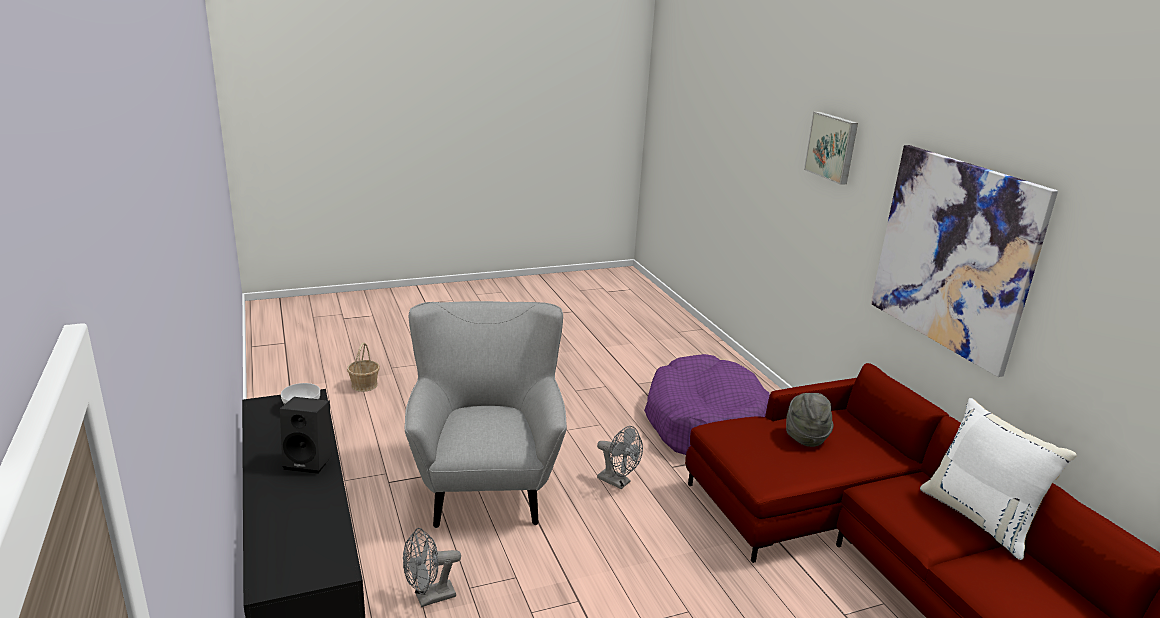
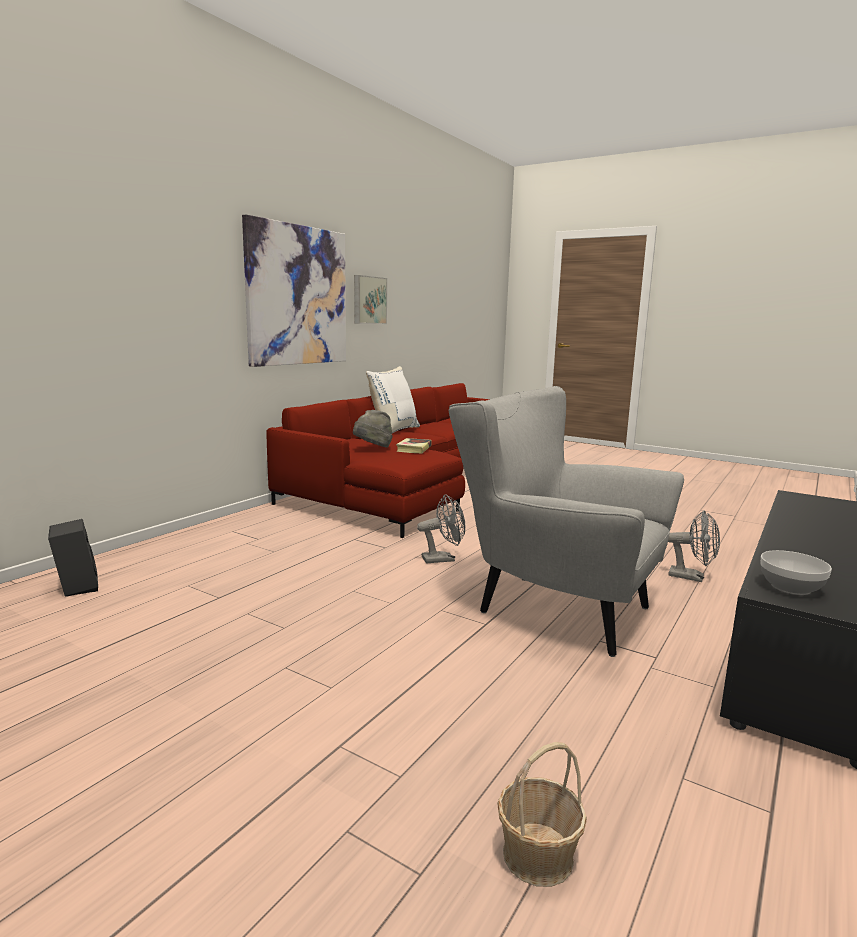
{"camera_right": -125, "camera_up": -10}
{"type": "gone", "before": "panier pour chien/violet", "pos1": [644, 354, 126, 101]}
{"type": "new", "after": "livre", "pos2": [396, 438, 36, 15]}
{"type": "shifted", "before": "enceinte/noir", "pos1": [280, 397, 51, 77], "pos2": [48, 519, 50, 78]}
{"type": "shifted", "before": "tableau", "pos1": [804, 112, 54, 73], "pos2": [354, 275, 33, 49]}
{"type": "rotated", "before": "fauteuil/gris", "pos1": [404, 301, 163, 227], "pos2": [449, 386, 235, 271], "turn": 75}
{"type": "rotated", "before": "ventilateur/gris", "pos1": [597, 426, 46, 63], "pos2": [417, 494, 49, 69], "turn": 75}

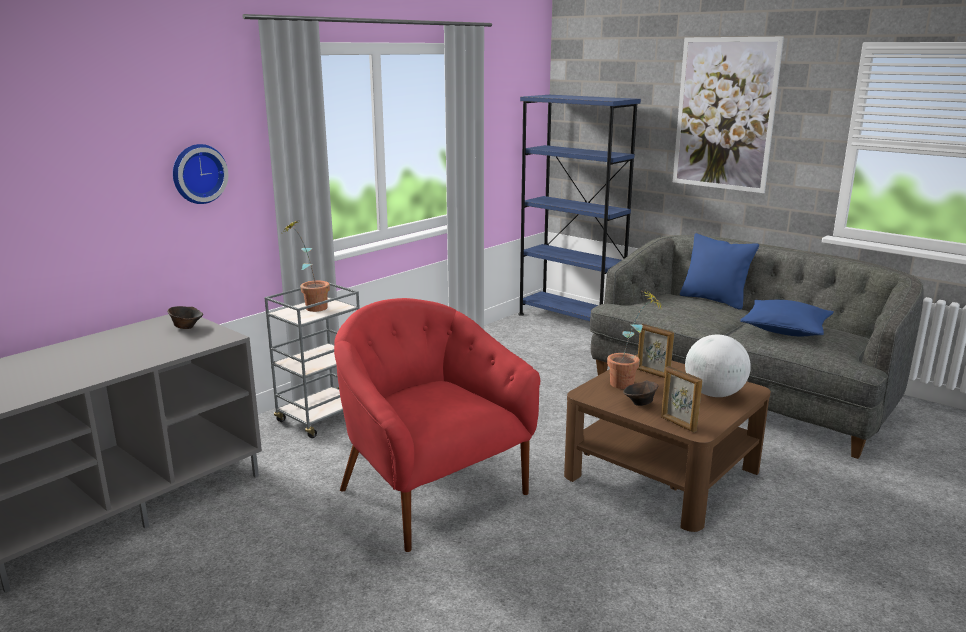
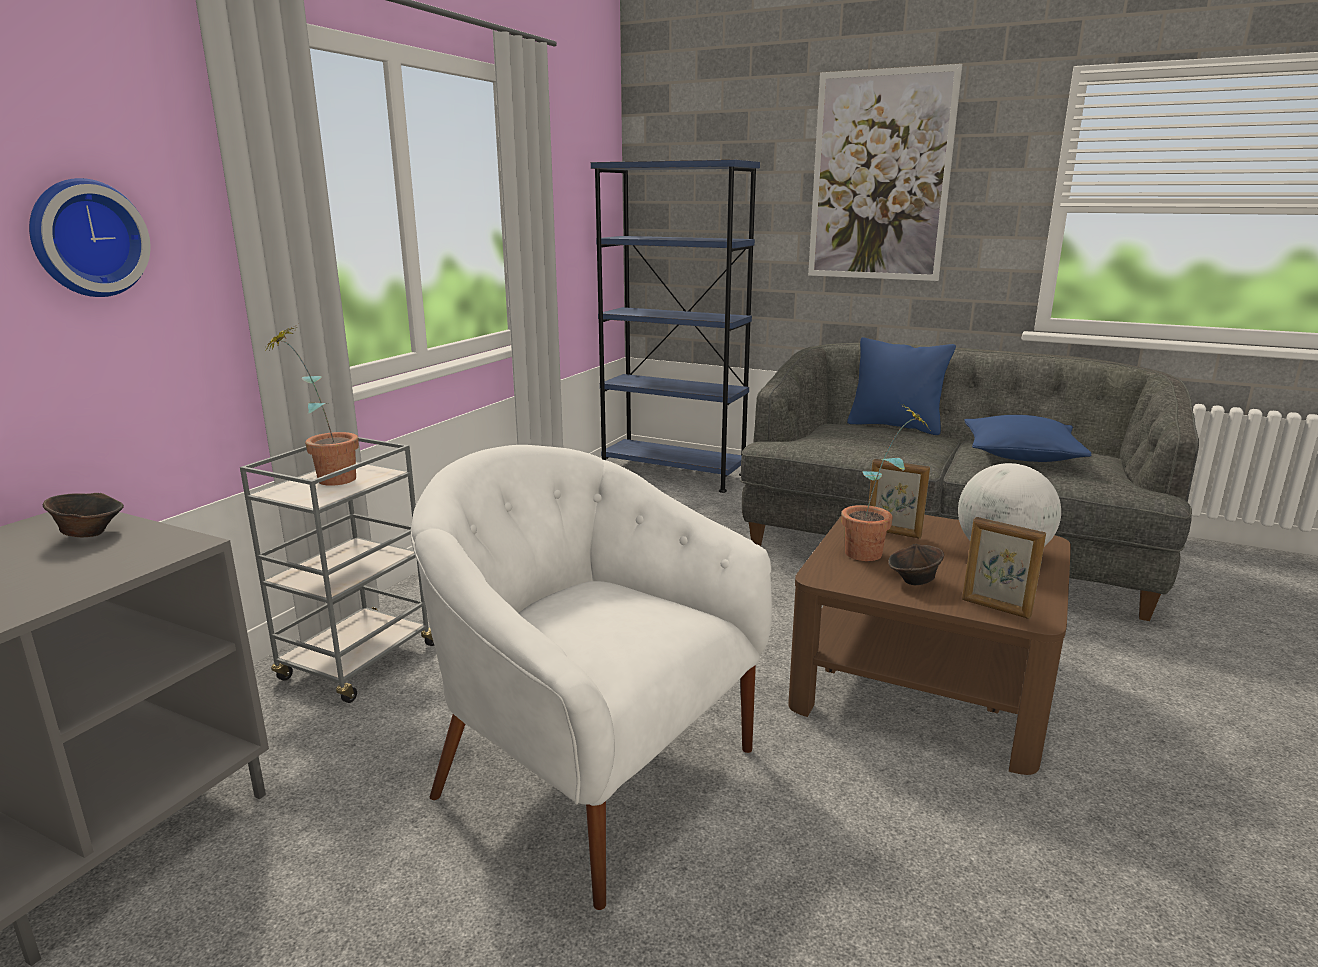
{"camera_right": -15, "camera_up": 0}
{"type": "repainted", "before": "fauteuil/rouge", "after": "fauteuil/blanc", "pos1": [334, 298, 206, 254], "pos2": [411, 445, 361, 465]}

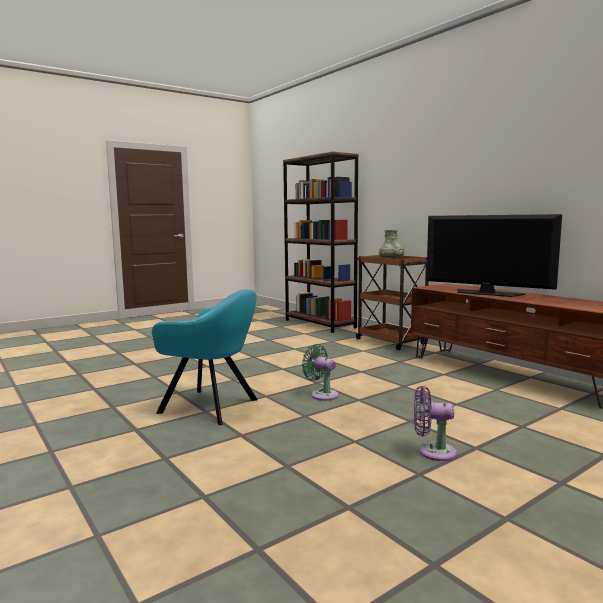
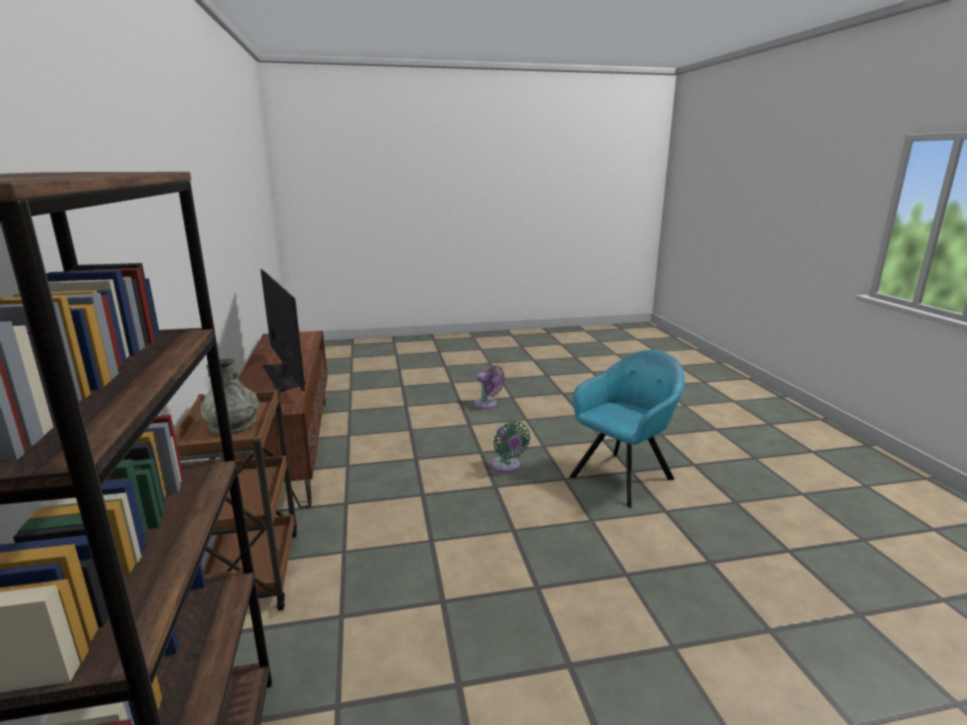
{"camera_right": -155, "camera_up": 10}
{"type": "rotated", "before": "fauteuil/turquoise", "pos1": [152, 289, 106, 136], "pos2": [569, 350, 116, 158], "turn": 90}

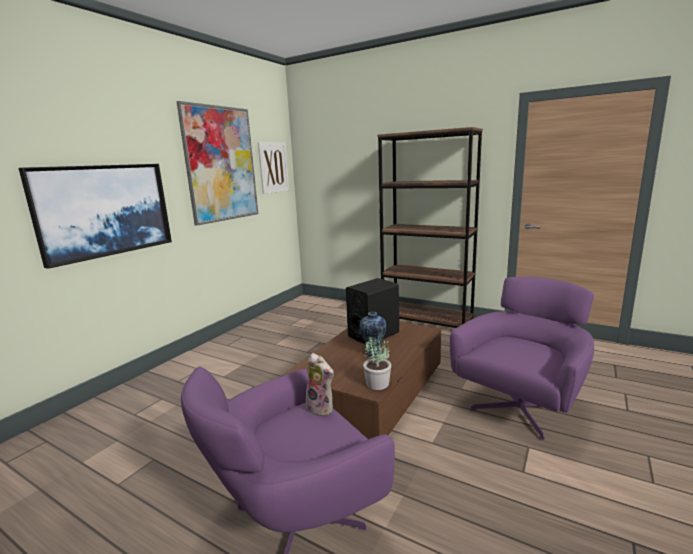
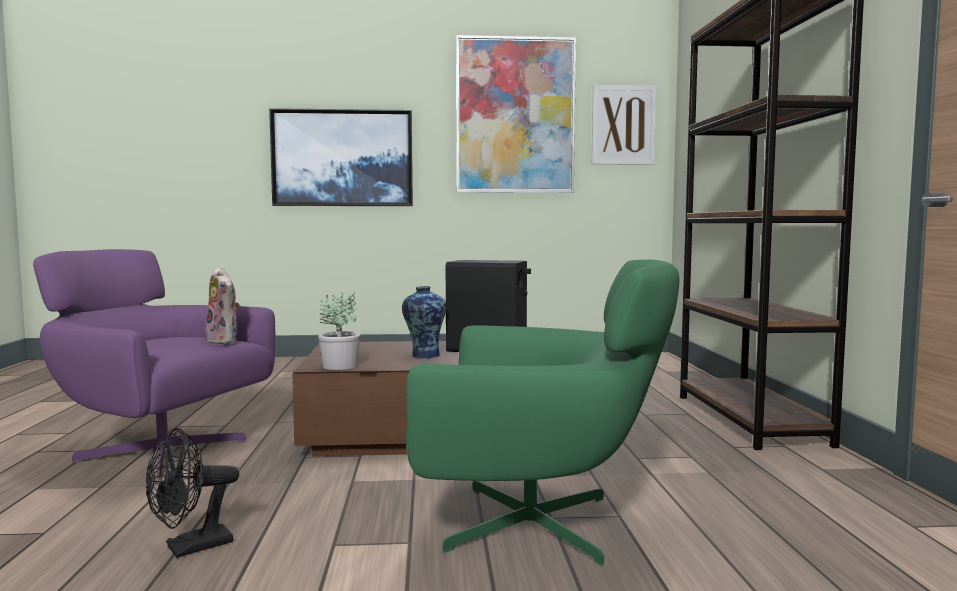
{"camera_right": 55, "camera_up": -10}
{"type": "new", "after": "ventilateur/noir", "pos2": [146, 428, 93, 130]}
{"type": "repainted", "before": "fauteuil/violet", "after": "fauteuil/vert", "pos1": [450, 277, 144, 164], "pos2": [406, 259, 273, 307]}
{"type": "rotated", "before": "peluche", "pos1": [306, 353, 28, 63], "pos2": [205, 267, 35, 78], "turn": -45}

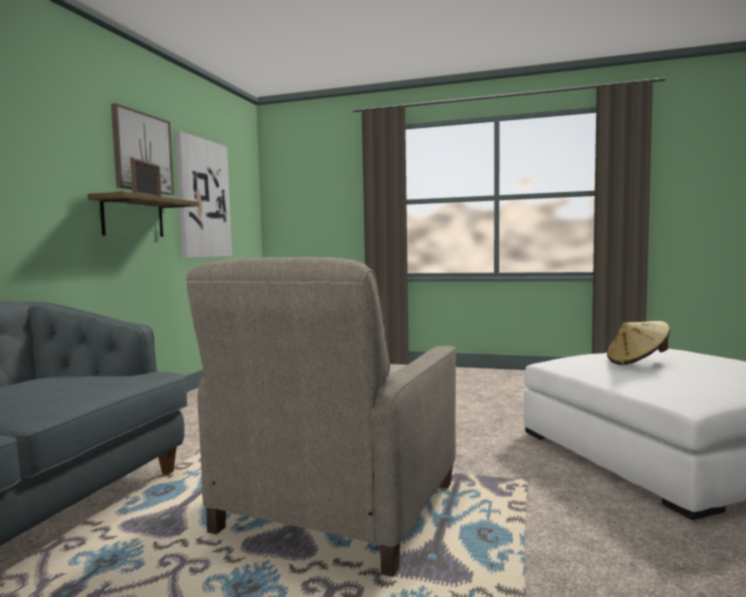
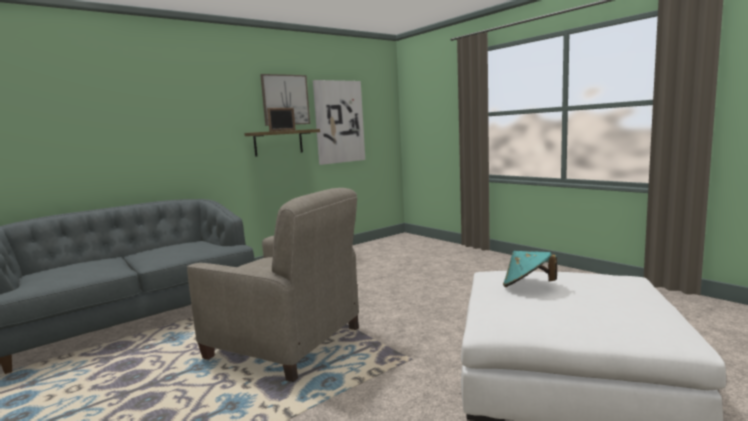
{"camera_right": 35, "camera_up": 5}
{"type": "repainted", "before": "chapeau/beige", "after": "chapeau/turquoise", "pos1": [607, 321, 64, 44], "pos2": [503, 251, 54, 36]}
{"type": "rotated", "before": "fauteuil/beige", "pos1": [186, 257, 270, 320], "pos2": [187, 188, 172, 194], "turn": -120}

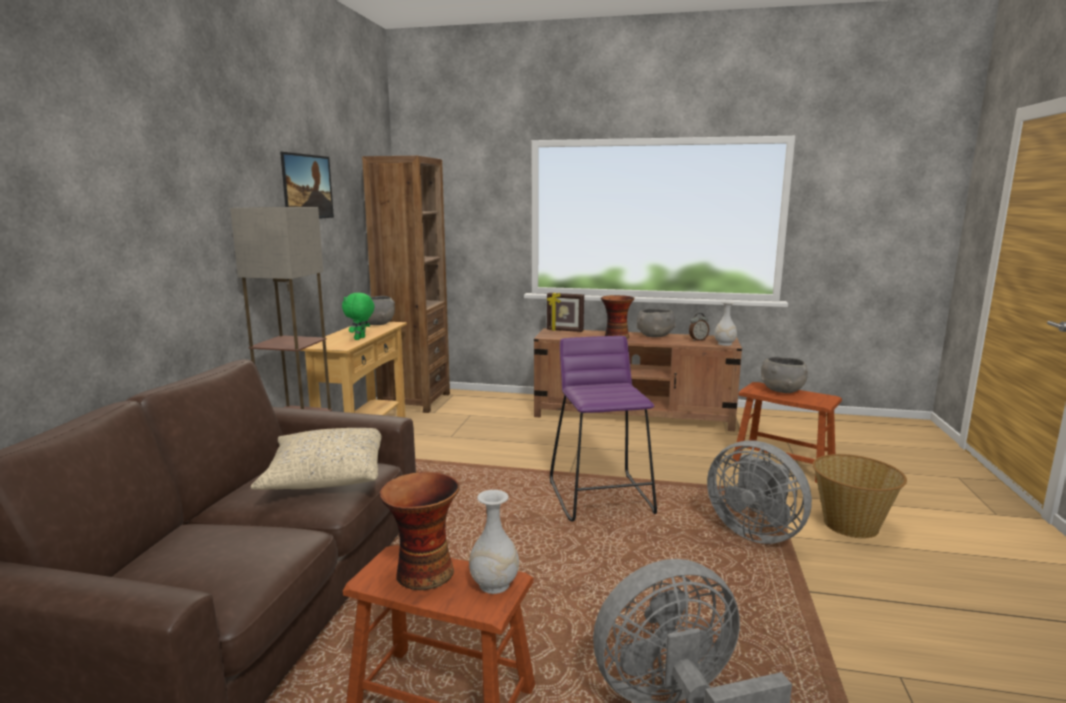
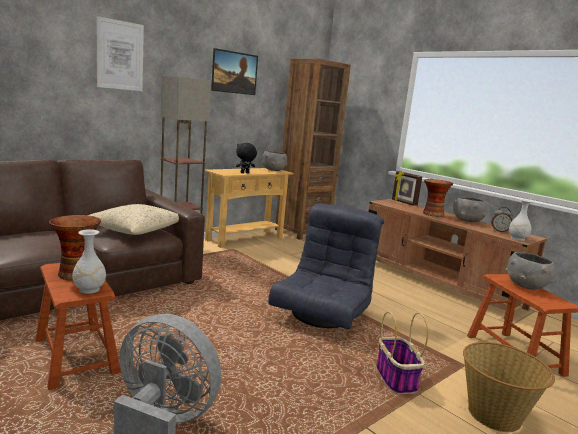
{"camera_right": 35, "camera_up": 0}
{"type": "new", "after": "tableau", "pos2": [97, 16, 47, 75]}
{"type": "swapped", "before": "tabouret/violet", "after": "fauteuil/gris", "pos1": [550, 336, 107, 186], "pos2": [268, 204, 116, 125]}
{"type": "swapped", "before": "ventilateur/gris", "after": "panier", "pos1": [707, 440, 105, 104], "pos2": [376, 311, 52, 83]}
{"type": "repainted", "before": "peluche/vert", "after": "peluche/noir", "pos1": [342, 293, 33, 47], "pos2": [236, 143, 21, 30]}

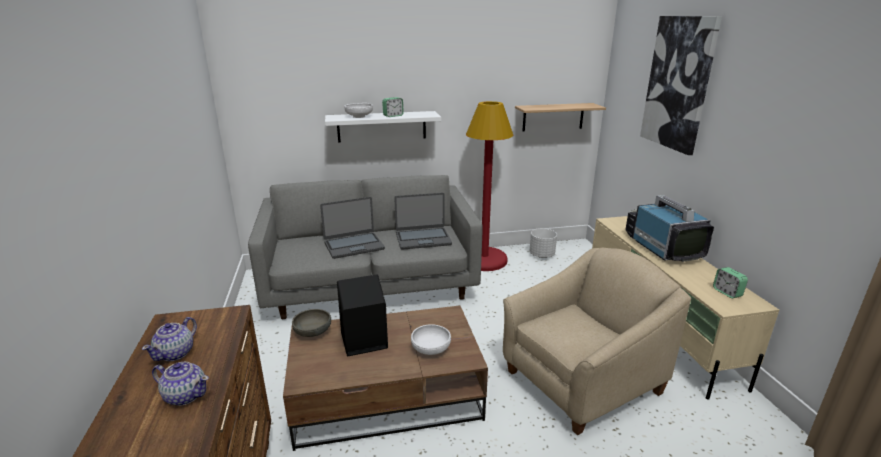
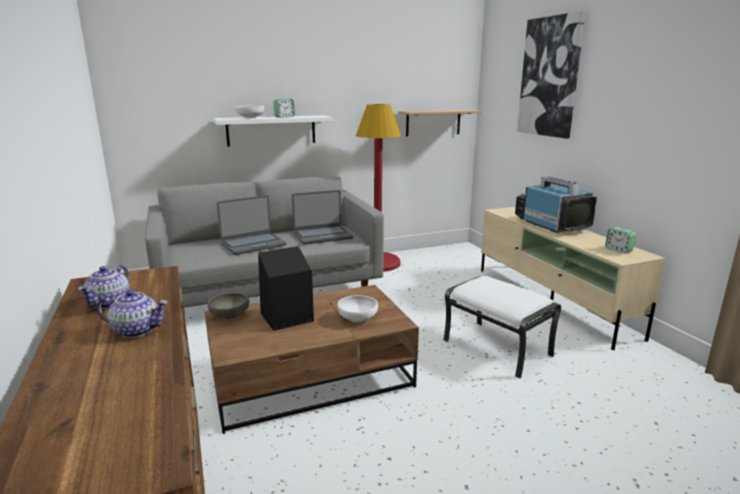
{"camera_right": -10, "camera_up": -5}
{"type": "gone", "before": "cache-pot/blanc", "pos1": [530, 228, 27, 30]}
{"type": "swapped", "before": "fauteuil/beige", "after": "pouf/blanc", "pos1": [503, 248, 188, 188], "pos2": [443, 276, 118, 102]}

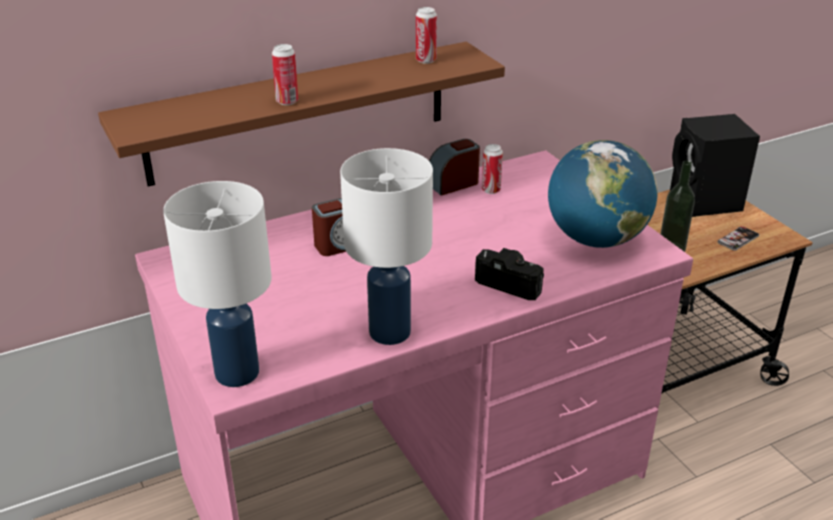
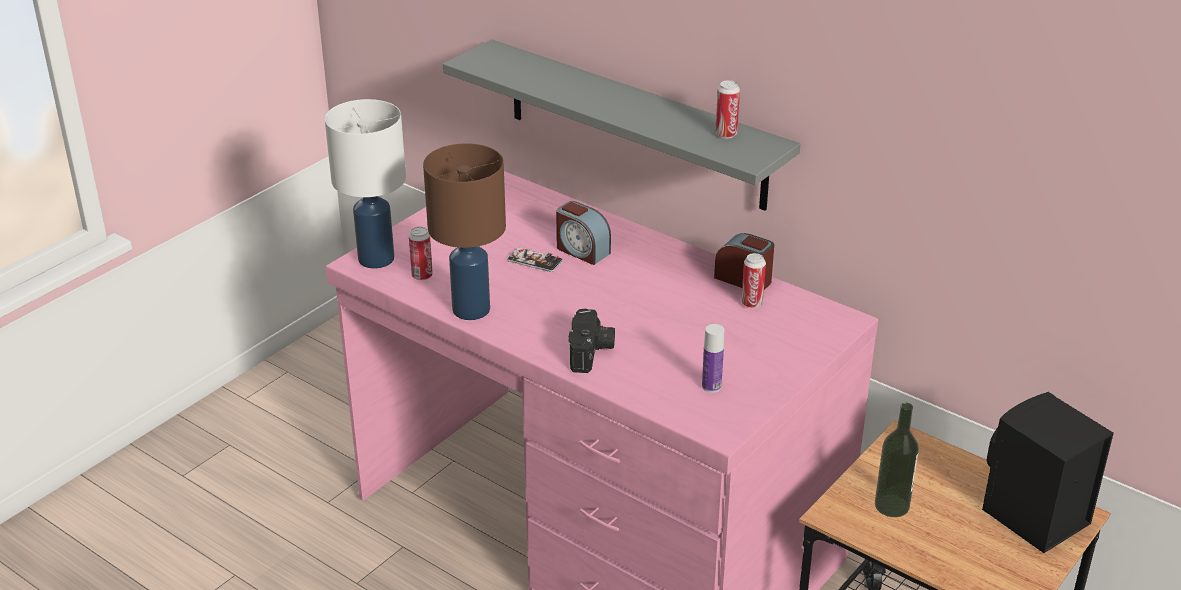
{"camera_right": 65, "camera_up": 0}
{"type": "shifted", "before": "boîte métallique", "pos1": [272, 44, 26, 61], "pos2": [409, 227, 24, 53]}
{"type": "shifted", "before": "téléphone", "pos1": [717, 226, 42, 25], "pos2": [507, 246, 56, 26]}
{"type": "swapped", "before": "globe", "after": "bouteille", "pos1": [548, 140, 109, 108], "pos2": [702, 324, 22, 69]}
{"type": "repainted", "before": "étagère/marron", "after": "étagère/gris", "pos1": [98, 42, 407, 145], "pos2": [443, 39, 358, 172]}
{"type": "repainted", "before": "lampe de table/blanc", "after": "lampe de table/marron", "pos1": [340, 148, 93, 197], "pos2": [423, 143, 83, 177]}

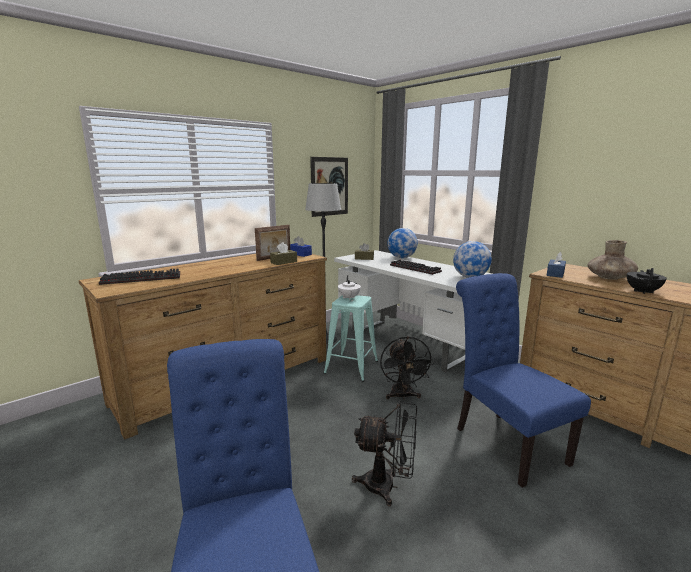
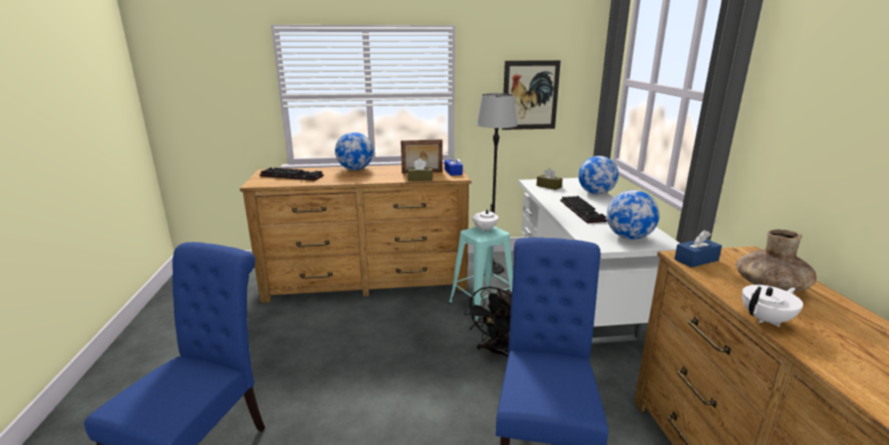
{"camera_right": 35, "camera_up": 5}
{"type": "gone", "before": "ventilateur/noir", "pos1": [352, 400, 65, 106]}
{"type": "new", "after": "globe", "pos2": [335, 132, 38, 38]}
{"type": "repainted", "before": "théière/noir", "after": "théière/blanc", "pos1": [627, 268, 40, 26], "pos2": [742, 285, 61, 42]}

